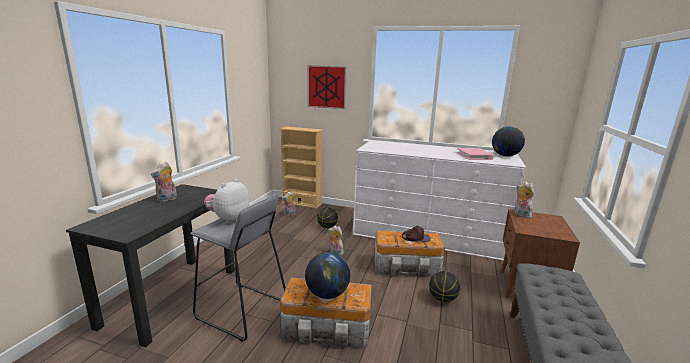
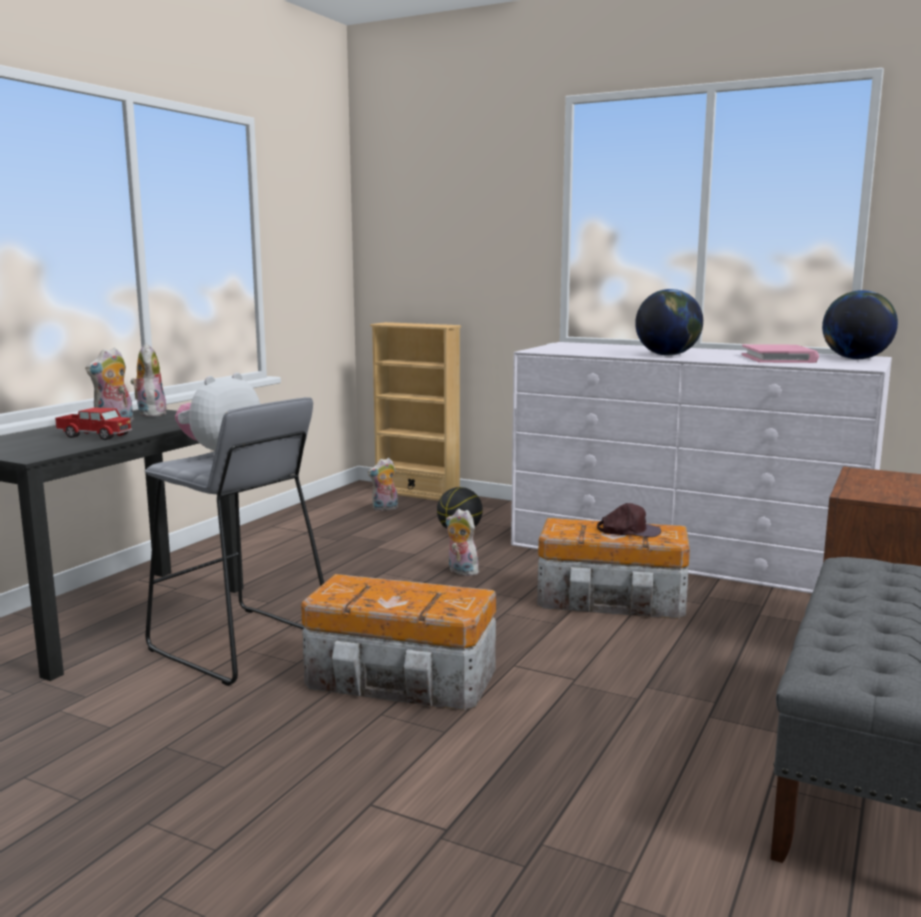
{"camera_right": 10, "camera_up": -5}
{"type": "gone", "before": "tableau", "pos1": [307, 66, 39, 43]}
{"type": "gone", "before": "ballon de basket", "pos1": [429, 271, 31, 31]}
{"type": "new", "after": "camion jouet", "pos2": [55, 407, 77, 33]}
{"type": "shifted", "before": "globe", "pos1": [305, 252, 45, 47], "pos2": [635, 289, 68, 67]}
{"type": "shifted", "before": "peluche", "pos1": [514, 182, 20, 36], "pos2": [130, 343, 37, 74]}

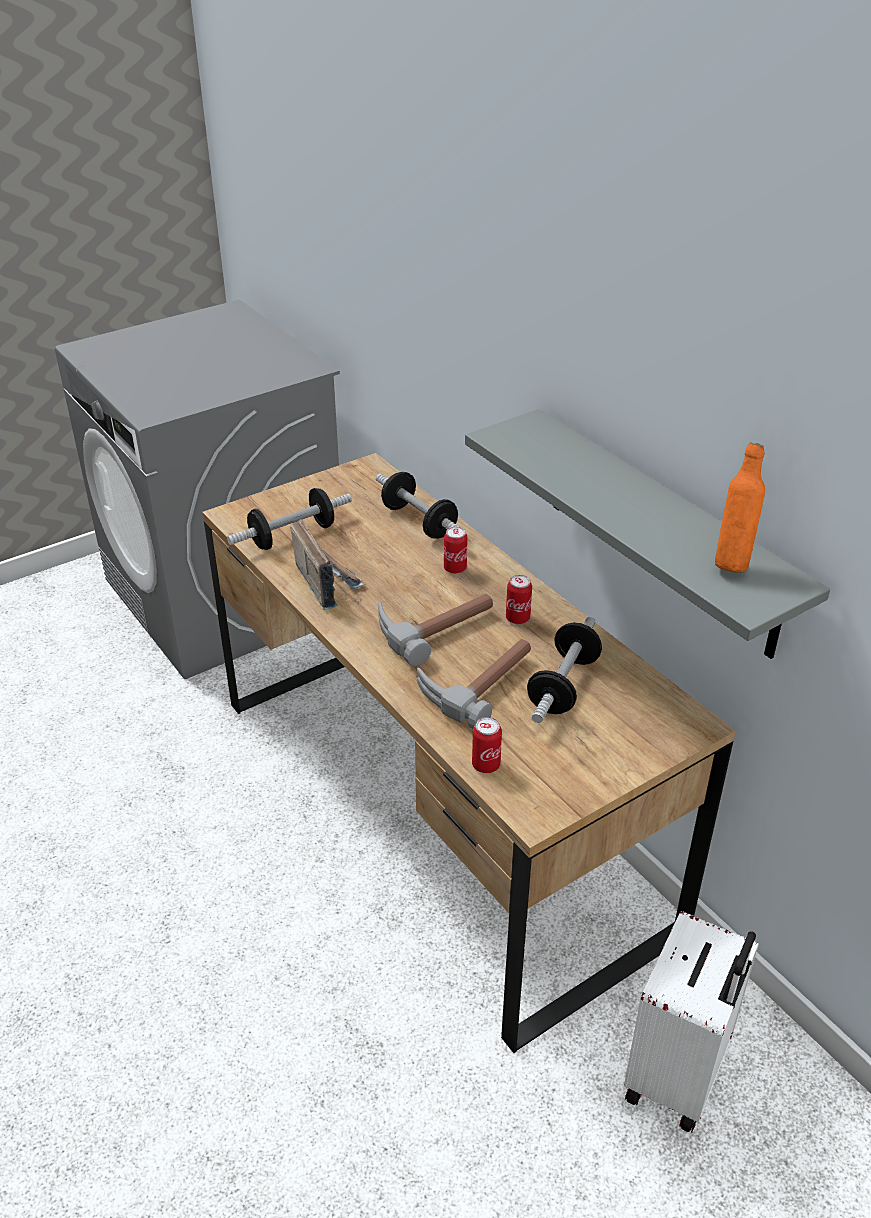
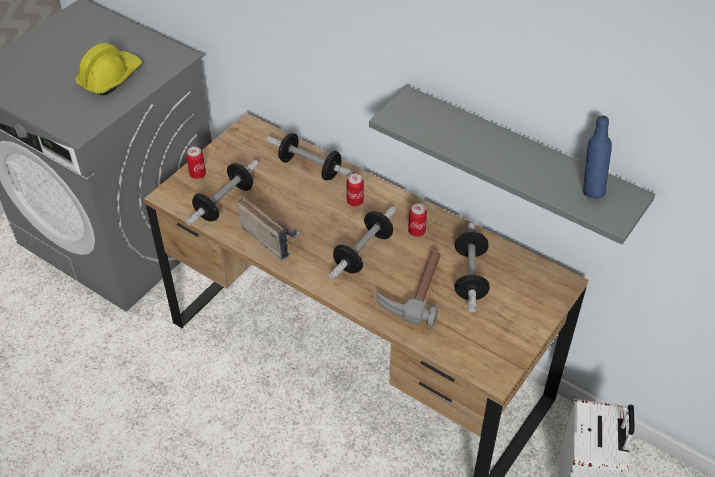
{"camera_right": -20, "camera_up": 10}
{"type": "new", "after": "casque de chantier/jaune", "pos2": [75, 43, 67, 52]}
{"type": "shifted", "before": "boîte métallique", "pos1": [472, 717, 30, 56], "pos2": [186, 147, 20, 32]}
{"type": "swapped", "before": "marteau", "after": "haltère", "pos1": [378, 594, 115, 73], "pos2": [329, 206, 67, 74]}
{"type": "repainted", "before": "bouteille/orange", "after": "bouteille/bleu", "pos1": [715, 443, 50, 130], "pos2": [583, 115, 29, 83]}

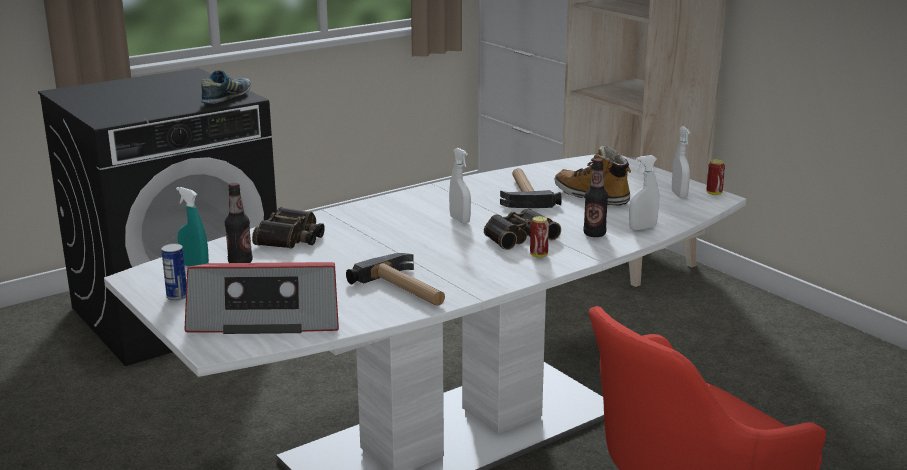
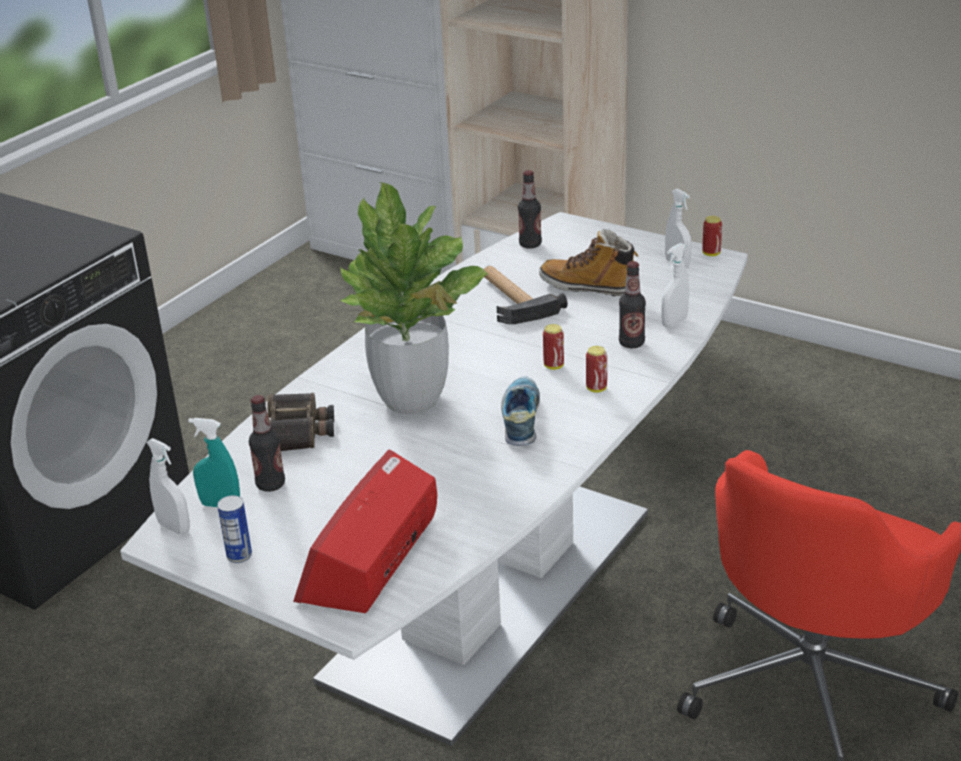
{"camera_right": -20, "camera_up": 10}
{"type": "gone", "before": "marteau", "pos1": [346, 253, 99, 53]}
{"type": "new", "after": "plante en pot", "pos2": [339, 182, 150, 232]}
{"type": "new", "after": "bouteille", "pos2": [518, 170, 24, 78]}
{"type": "shifted", "before": "chaussure", "pos1": [201, 70, 50, 34], "pos2": [501, 376, 39, 70]}
{"type": "shifted", "before": "vaporisateur/blanc", "pos1": [449, 148, 22, 76], "pos2": [146, 438, 44, 96]}
{"type": "swapped", "before": "jumelles", "after": "boîte métallique", "pos1": [484, 208, 77, 42], "pos2": [543, 324, 21, 46]}
{"type": "rotated", "before": "radio", "pos1": [184, 262, 155, 72], "pos2": [293, 450, 144, 163], "turn": 135}

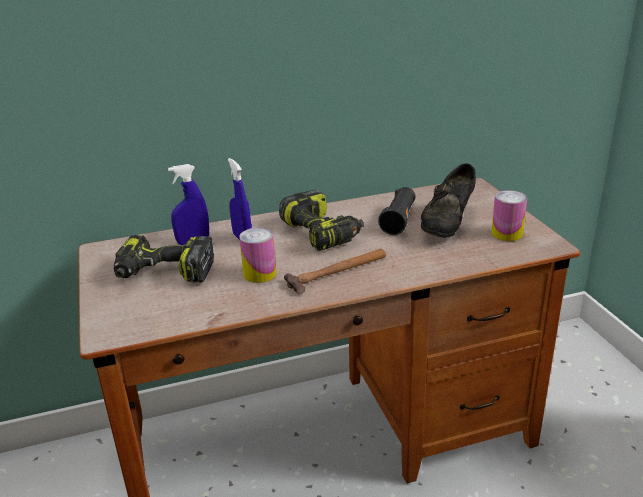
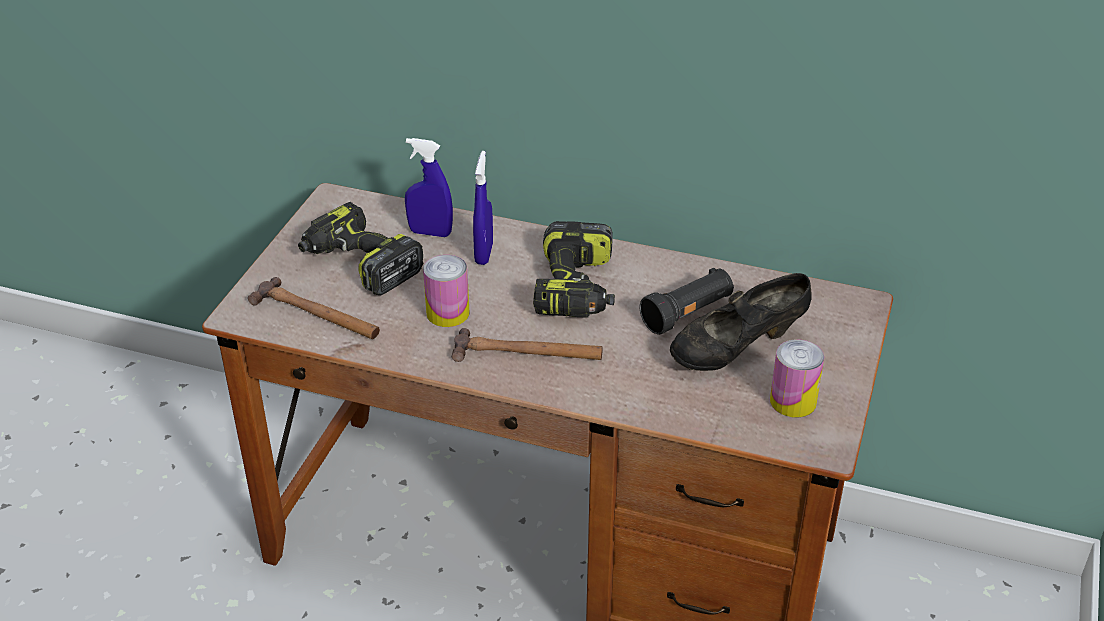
{"camera_right": 35, "camera_up": 10}
{"type": "new", "after": "marteau", "pos2": [248, 277, 132, 62]}

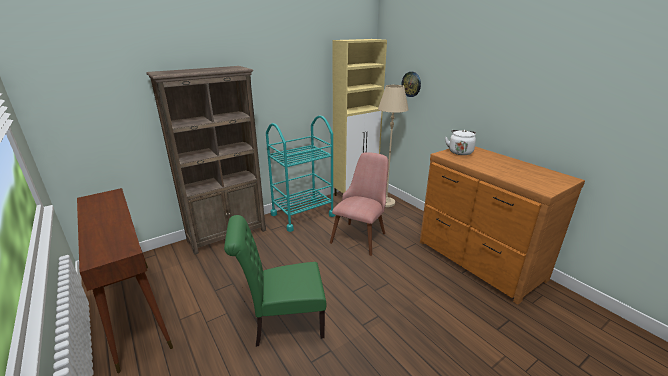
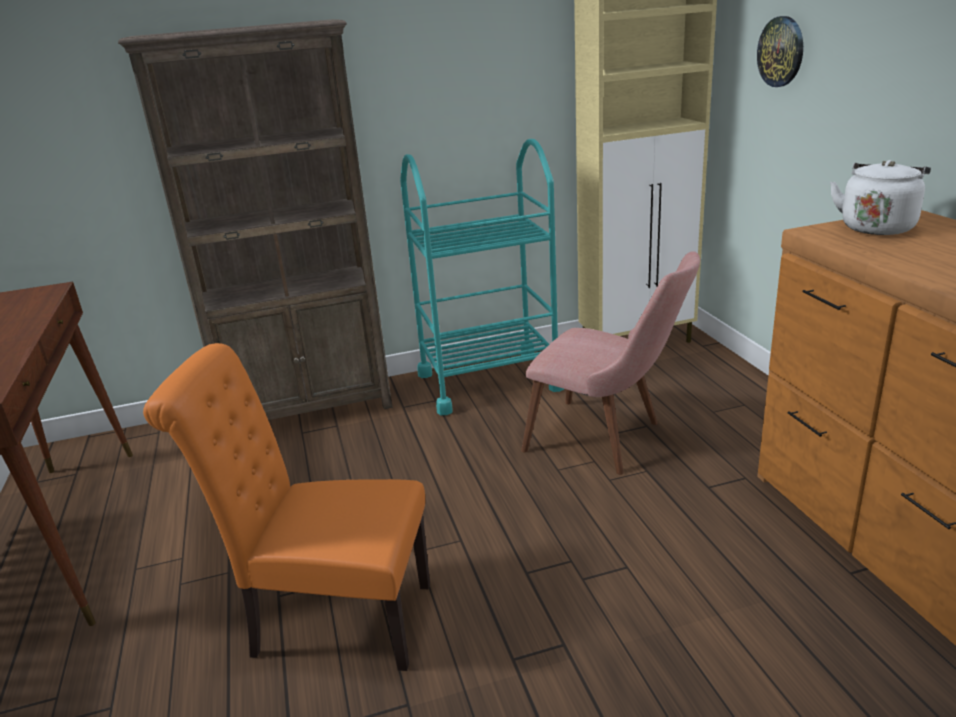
{"camera_right": 20, "camera_up": 0}
{"type": "gone", "before": "lampadaire/beige", "pos1": [378, 85, 31, 122]}
{"type": "repainted", "before": "chaise/vert", "after": "chaise/orange", "pos1": [224, 215, 102, 132], "pos2": [143, 343, 287, 328]}
{"type": "rotated", "before": "chaise/rose", "pos1": [330, 152, 59, 104], "pos2": [521, 251, 179, 224], "turn": 75}

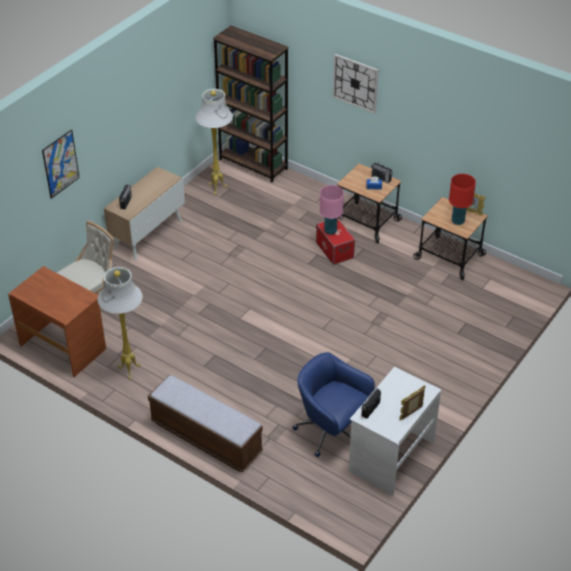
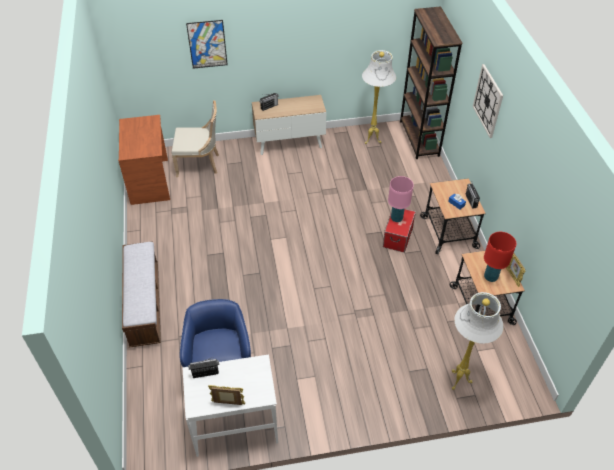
{"camera_right": 45, "camera_up": 5}
{"type": "shifted", "before": "lampadaire/blanc", "pos1": [97, 267, 46, 113], "pos2": [452, 292, 52, 98]}

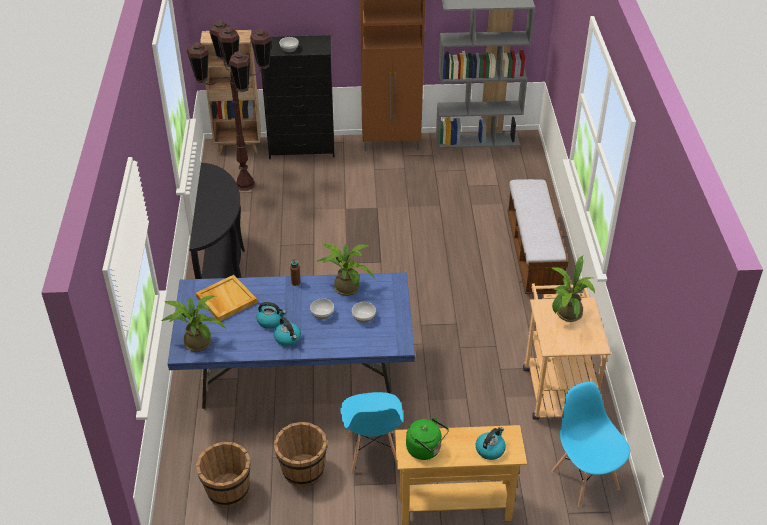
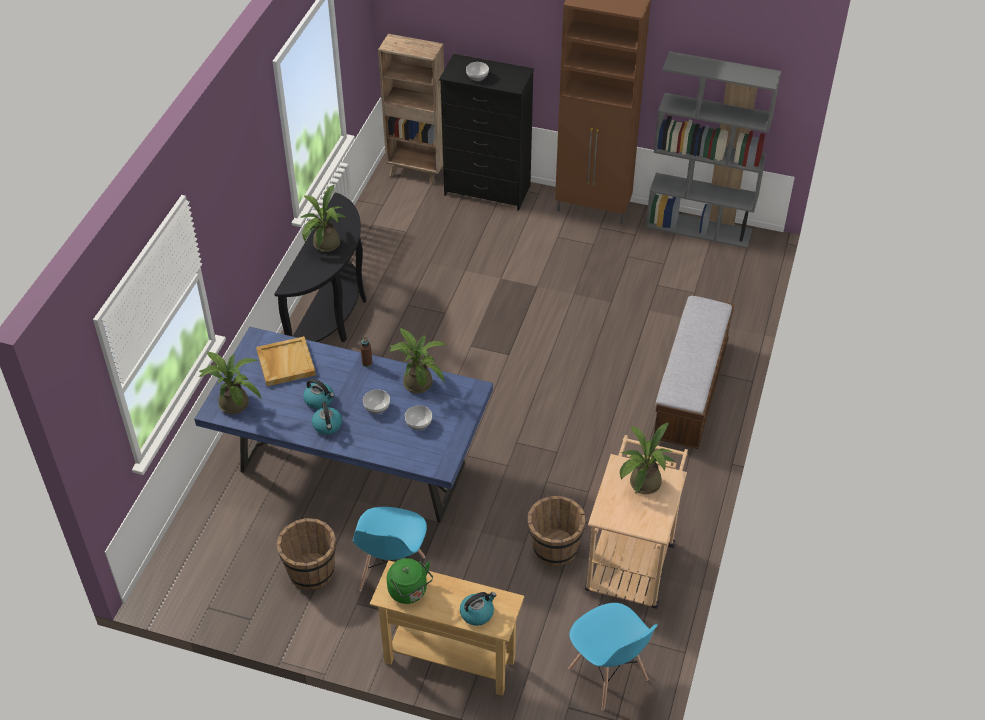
{"camera_right": 20, "camera_up": 5}
{"type": "gone", "before": "lampadaire/marron", "pos1": [187, 20, 85, 171]}
{"type": "new", "after": "plante en pot", "pos2": [301, 185, 45, 67]}
{"type": "shifted", "before": "seau/marron", "pos1": [196, 442, 55, 66], "pos2": [528, 496, 57, 70]}
{"type": "rotated", "before": "chaise/bleu", "pos1": [552, 381, 78, 126], "pos2": [568, 603, 90, 108], "turn": 150}

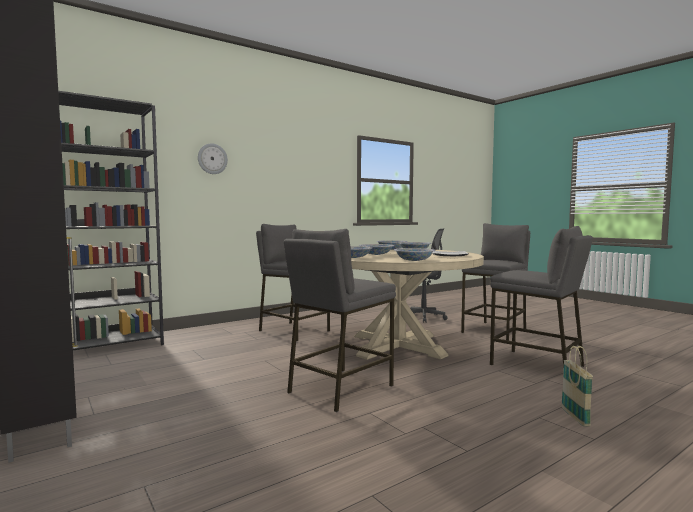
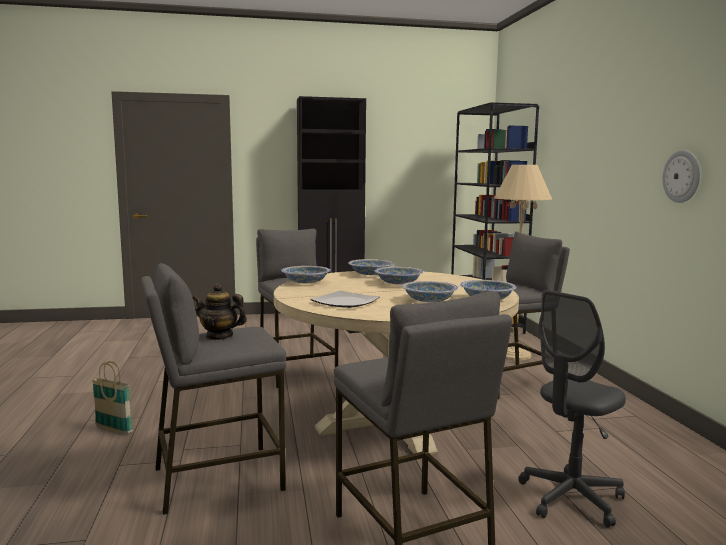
{"camera_right": 115, "camera_up": 5}
{"type": "new", "after": "théière", "pos2": [193, 284, 54, 56]}
{"type": "new", "after": "lampadaire/beige", "pos2": [494, 165, 58, 196]}
{"type": "shifted", "before": "horloge murale", "pos1": [198, 143, 30, 31], "pos2": [663, 150, 37, 53]}

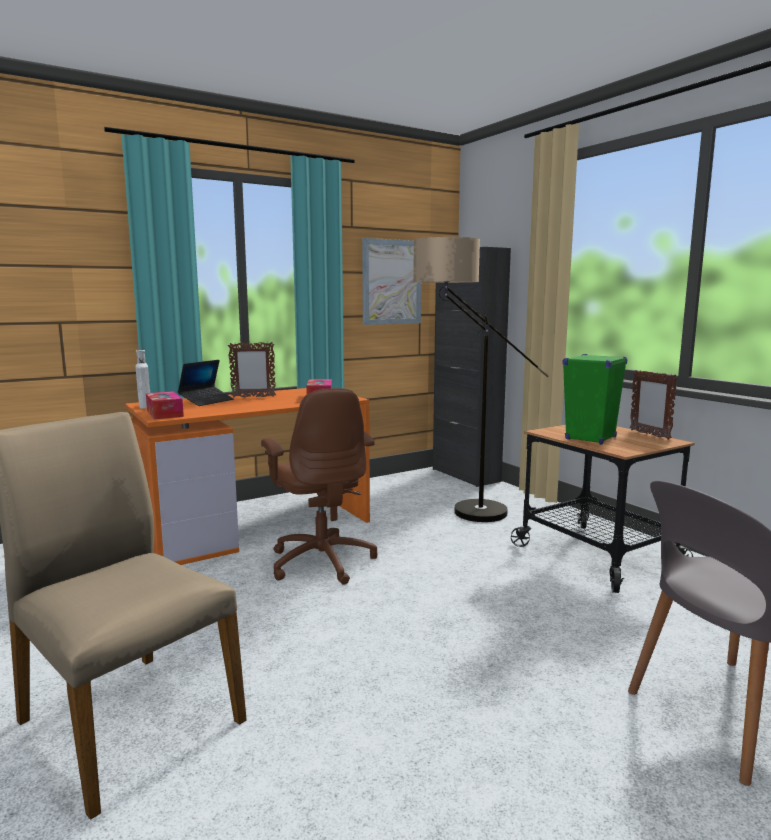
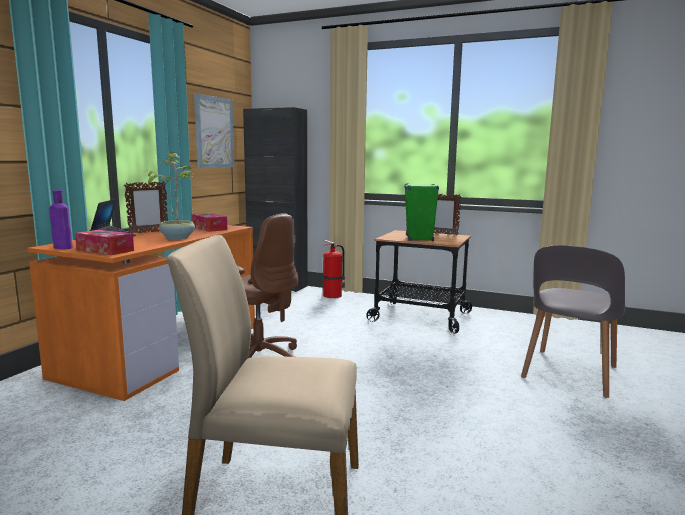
{"camera_right": -35, "camera_up": 0}
{"type": "gone", "before": "lampadaire", "pos1": [413, 237, 136, 285]}
{"type": "new", "after": "plante en pot", "pos2": [147, 152, 48, 88]}
{"type": "new", "after": "extincteur", "pos2": [323, 240, 22, 58]}
{"type": "repainted", "before": "bouteille/blanc", "after": "bouteille/violet", "pos1": [136, 350, 14, 59], "pos2": [49, 190, 24, 60]}

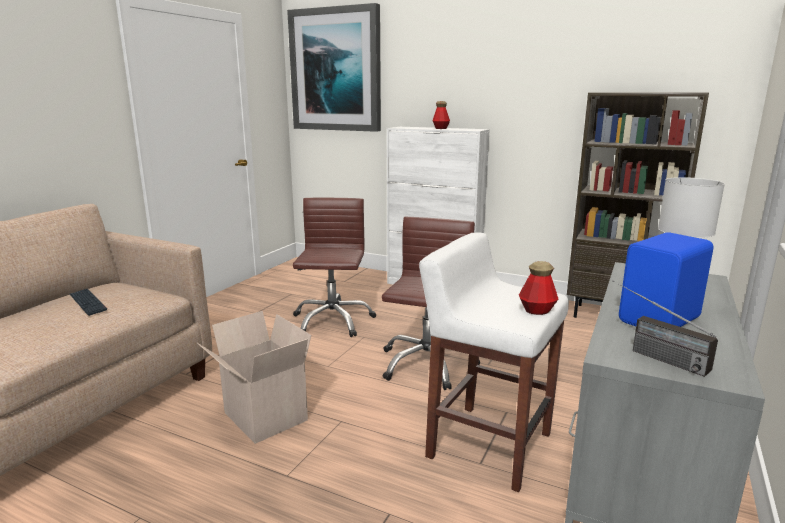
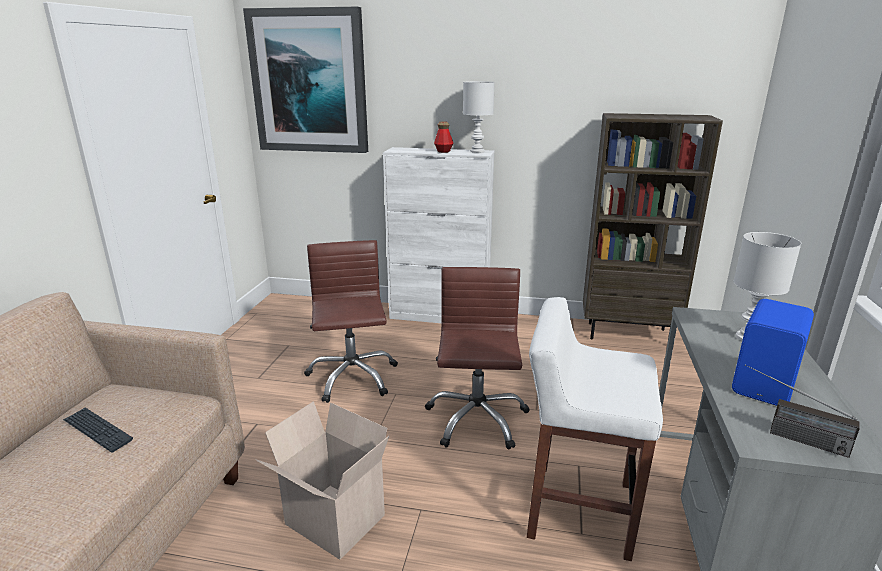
{"camera_right": -15, "camera_up": 5}
{"type": "gone", "before": "bouteille", "pos1": [519, 261, 39, 54]}
{"type": "new", "after": "lampe de table/blanc", "pos2": [463, 81, 32, 72]}

